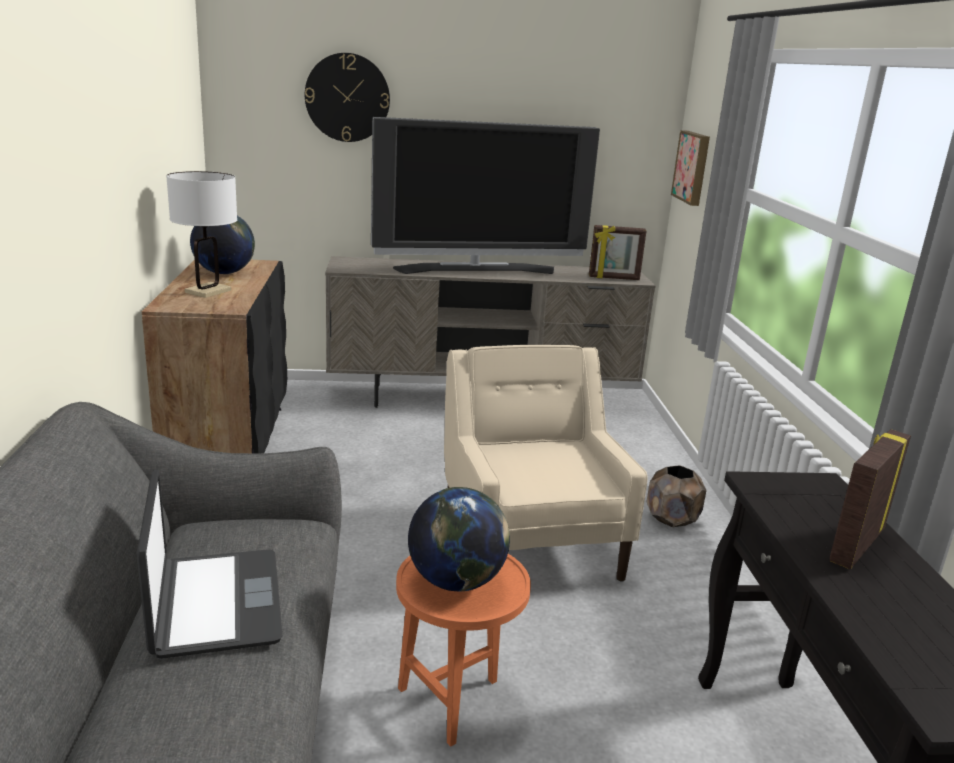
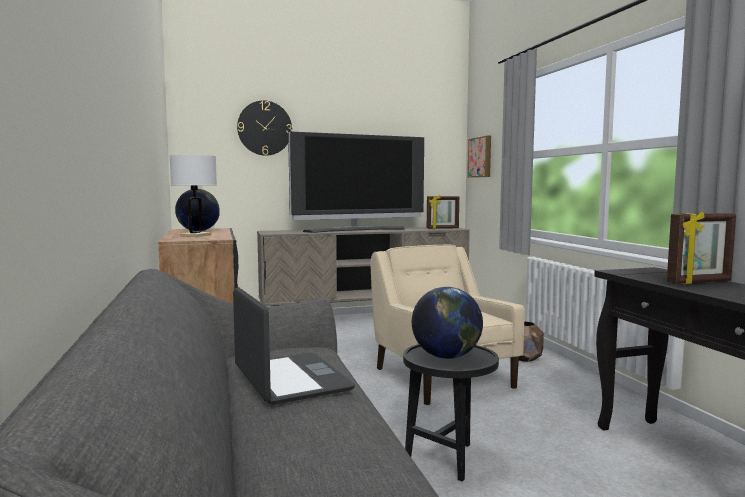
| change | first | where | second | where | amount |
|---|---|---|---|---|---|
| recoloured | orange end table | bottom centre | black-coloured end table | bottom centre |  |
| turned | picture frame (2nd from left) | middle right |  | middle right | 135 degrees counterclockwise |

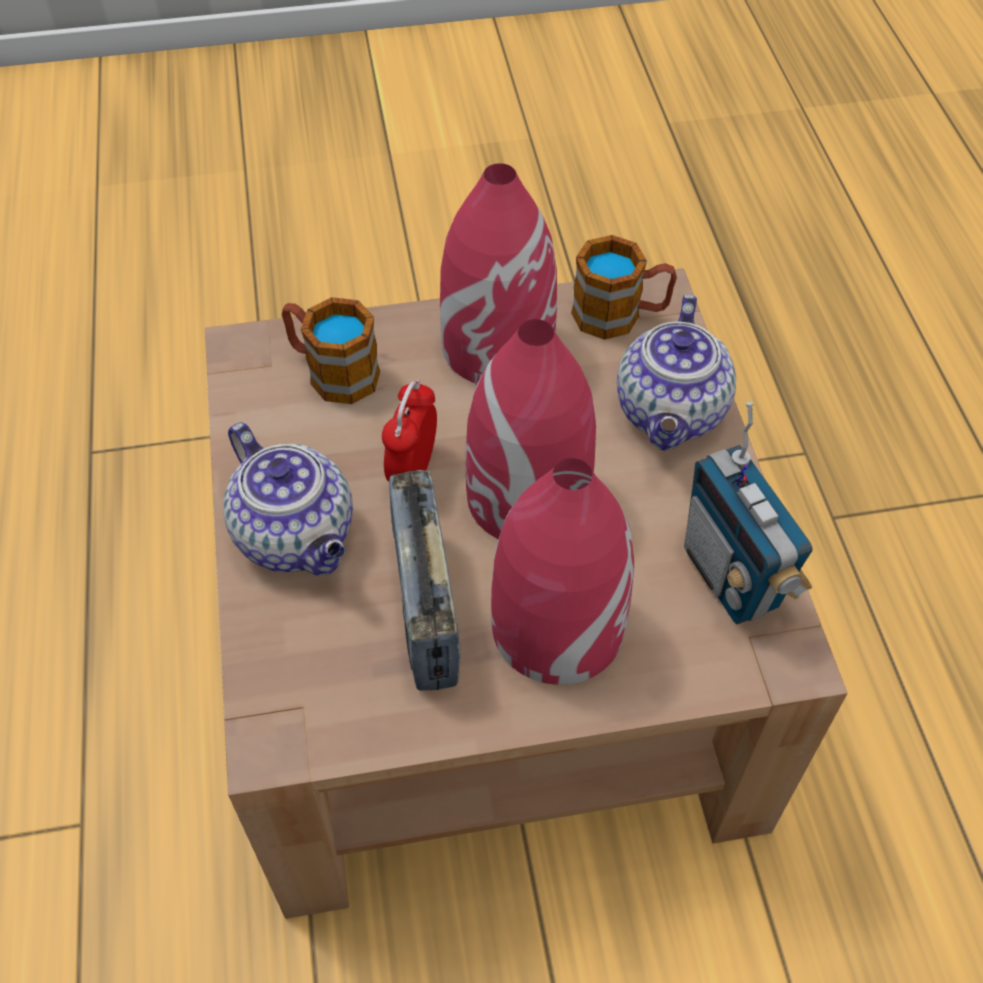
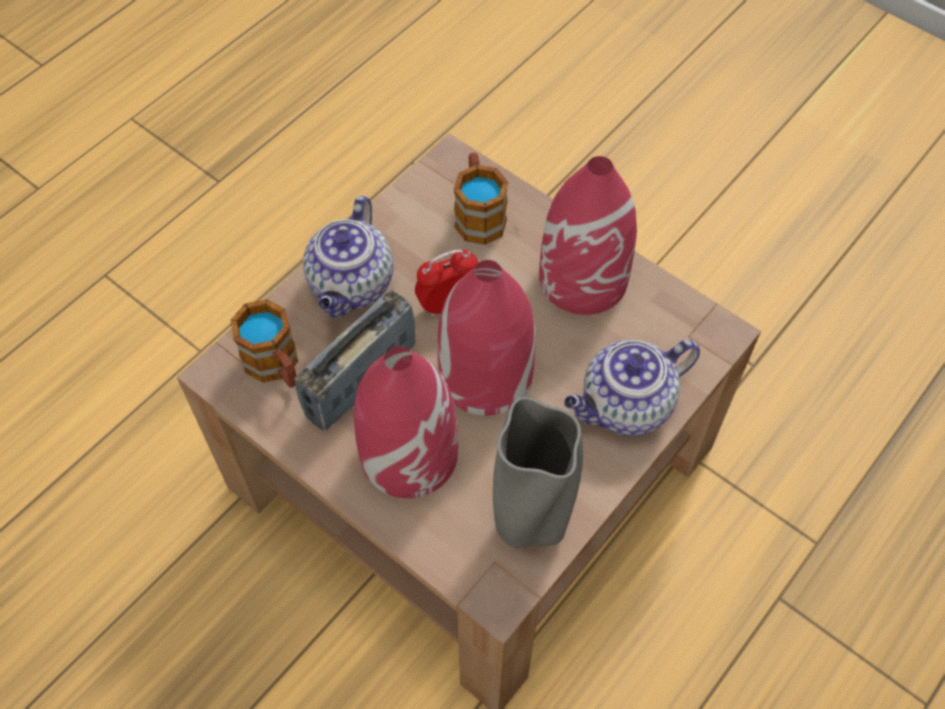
| change | first | where | second | where | amount |
|---|---|---|---|---|---|
| moved | mug (2nd from left in the first image) | top centre | mug (1st from left) | middle left |  |
| replaced | radio receiver (2nd from left) | middle right | grey decorative vase | centre |  |

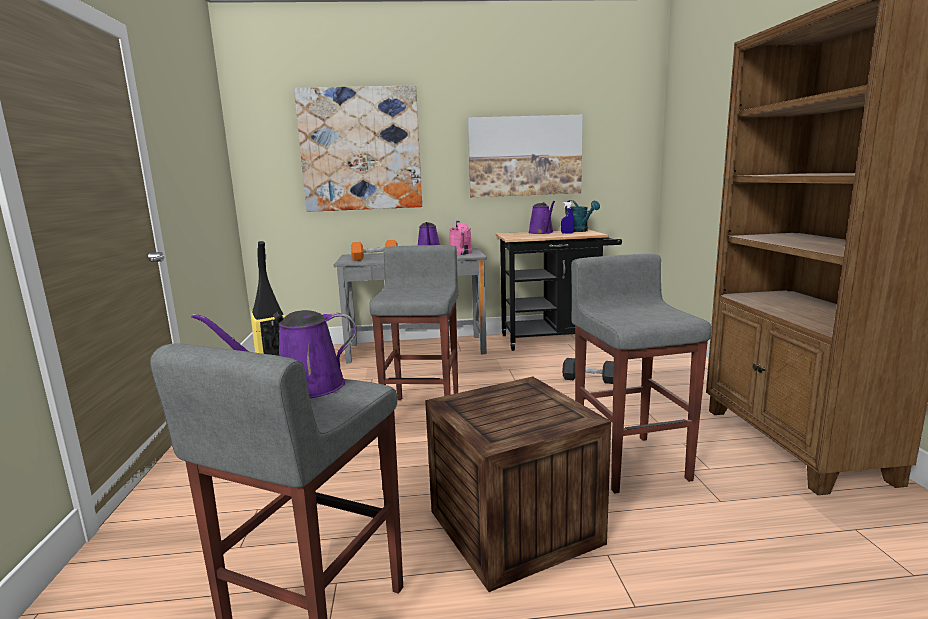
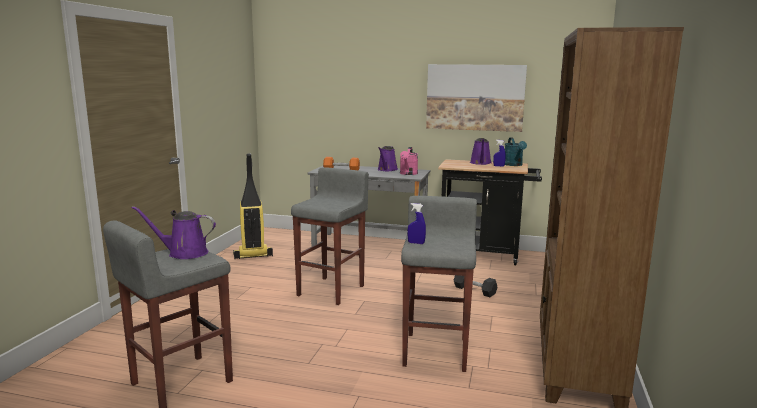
| change | first | where | second | where | amount |
|---|---|---|---|---|---|
| added |  |  | blue sprayer (1st from left) | centre |  |
| removed | wall picture (1st from left) | top centre |  |  |  |
| removed | packing crate | bottom centre |  |  |  |

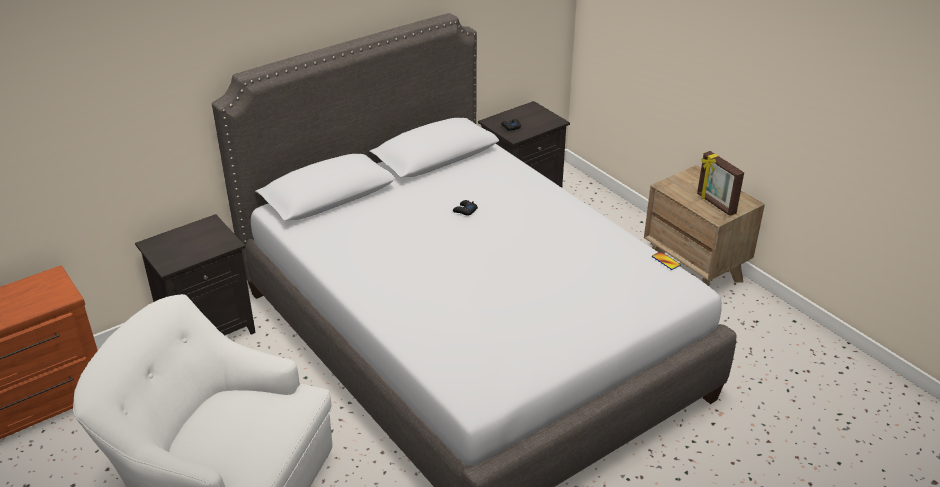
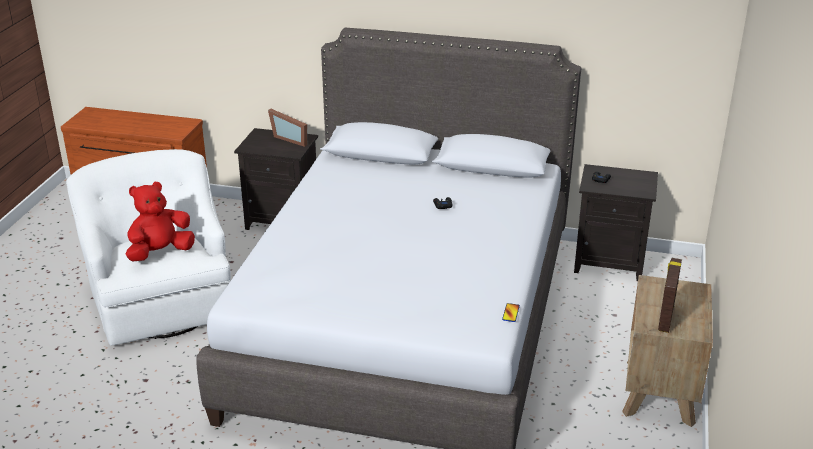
| change | first | where | second | where | amount |
|---|---|---|---|---|---|
| added |  |  | red soft toy | middle left |  |
| added |  |  | picture frame (1st from left) | top centre |  |

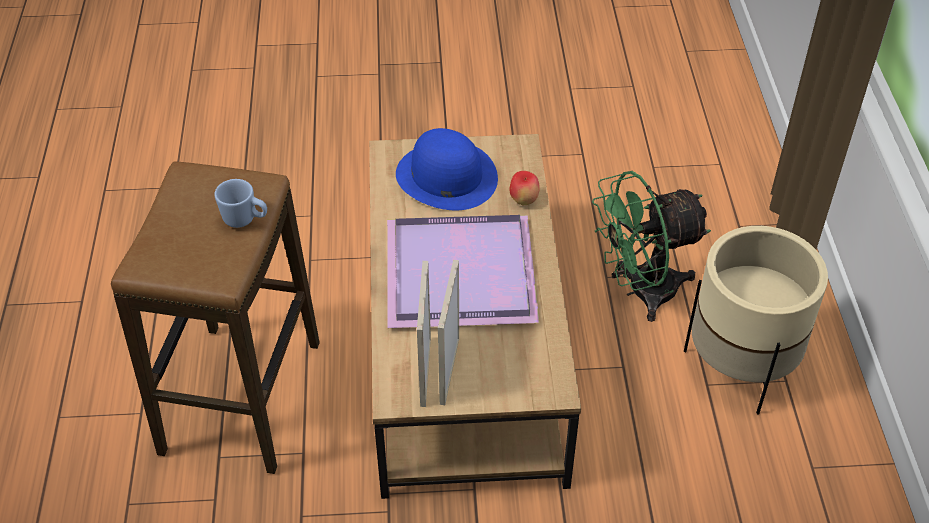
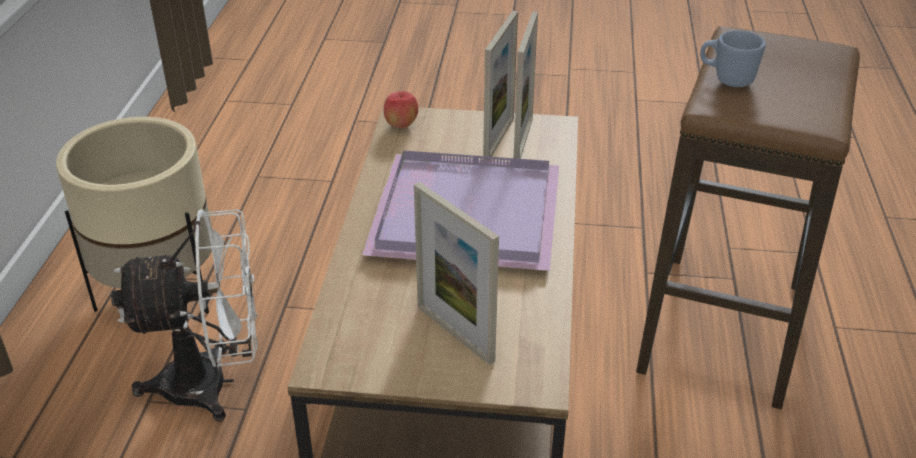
| change | first | where | second | where | amount |
|---|---|---|---|---|---|
| recoloured | green-coloured cooling fan | middle right | white-coloured cooling fan | bottom left |  |
| moved | apple fruit | centre |  | top centre |  |
| replaced | blue hat | top centre | picture frame (1st from left) | centre |  |

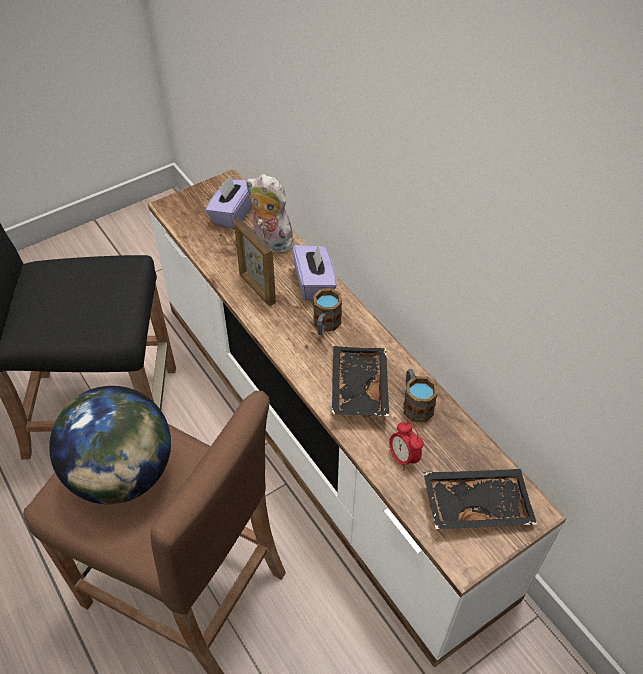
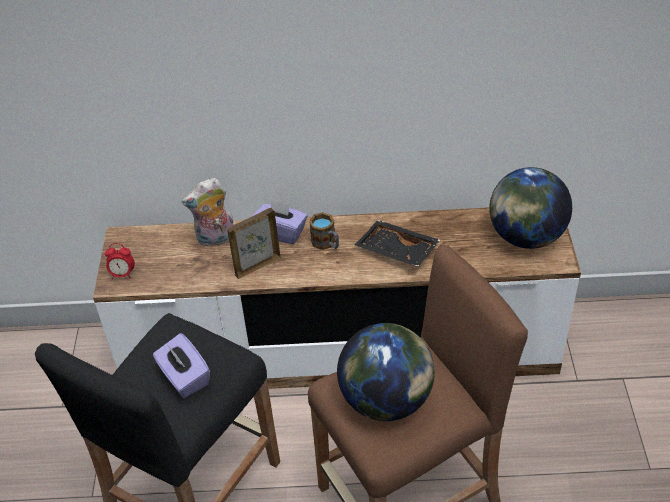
| change | first | where | second | where | amount |
|---|---|---|---|---|---|
| moved | table clock | centre |  | middle left |  |
| moved | purple box of tissues (1st from left) | top centre |  | bottom left |  |
| turned | picture frame | centre |  | centre | 150 degrees clockwise |
| replaced | black-coloured tray (2nd from left) | bottom right | world globe (2nd from left) | middle right |  |
| removed | mug (2nd from left) | centre |  |  |  |

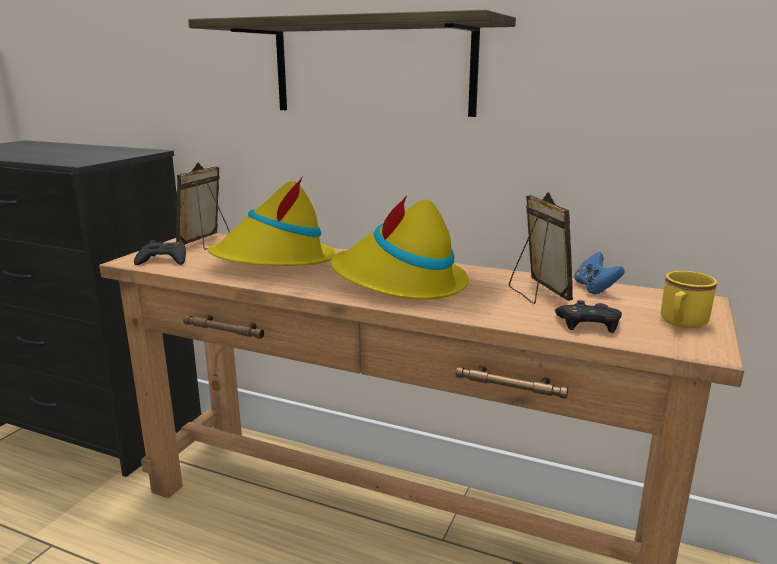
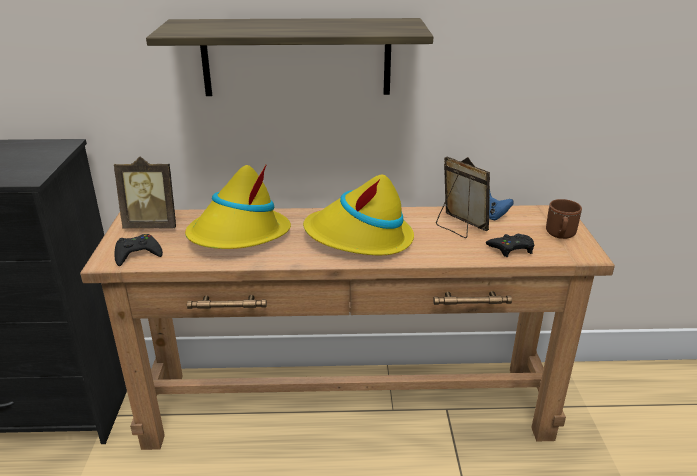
| change | first | where | second | where | amount |
|---|---|---|---|---|---|
| turned | picture frame (1st from left) | middle left |  | middle left | 90 degrees counterclockwise |
| recoloured | yellow mug | middle right | brownish mug | middle right |  |

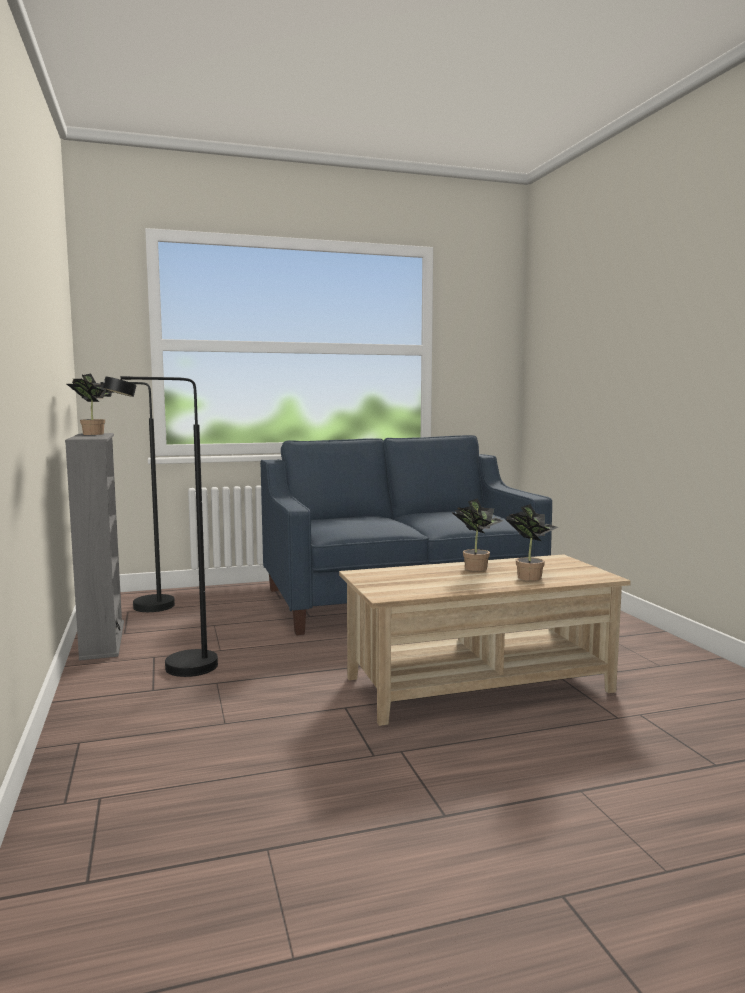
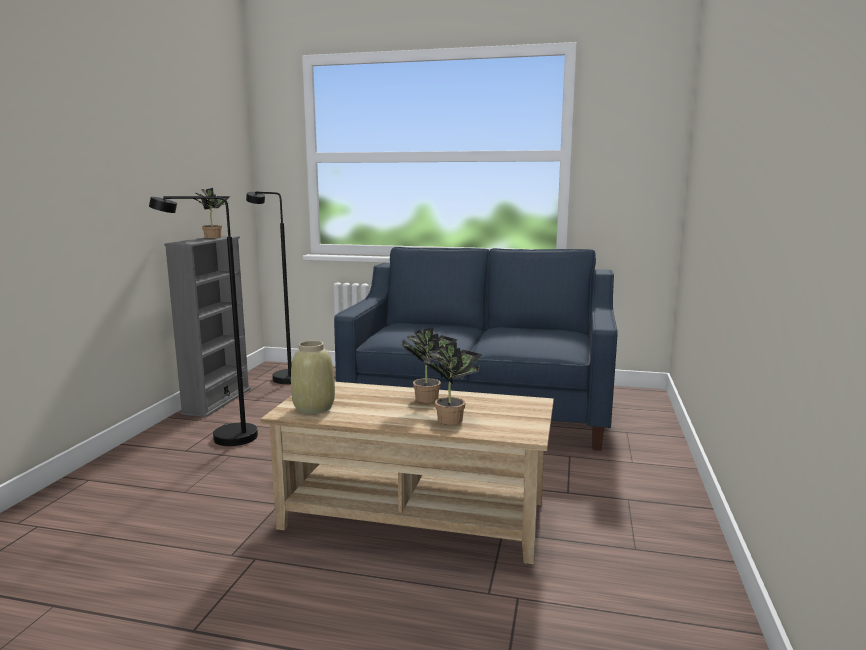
| change | first | where | second | where | amount |
|---|---|---|---|---|---|
| added |  |  | beige decorative vase | centre |  |

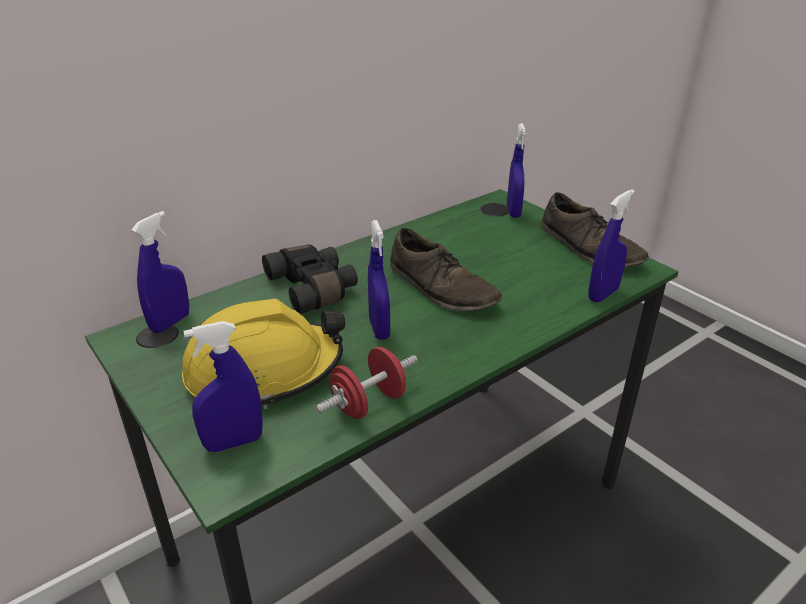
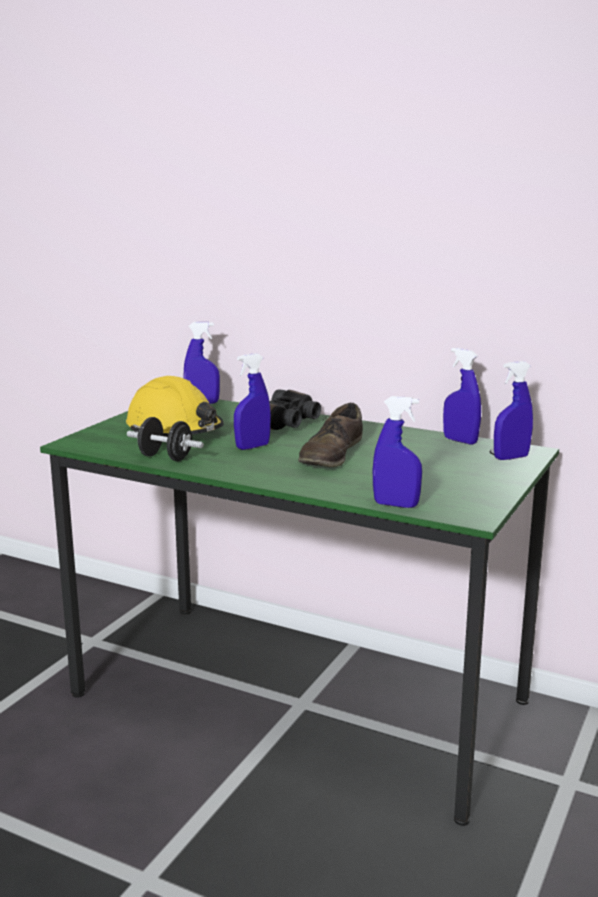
| change | first | where | second | where | amount |
|---|---|---|---|---|---|
| recoloured | red hand weight | centre | black-coloured hand weight | middle left |  |
| moved | blue sprayer (2nd from left in the first image) | middle left | blue sprayer (4th from left) | middle right |  |
| removed | brownish shoe (2nd from left) | middle right |  |  |  |

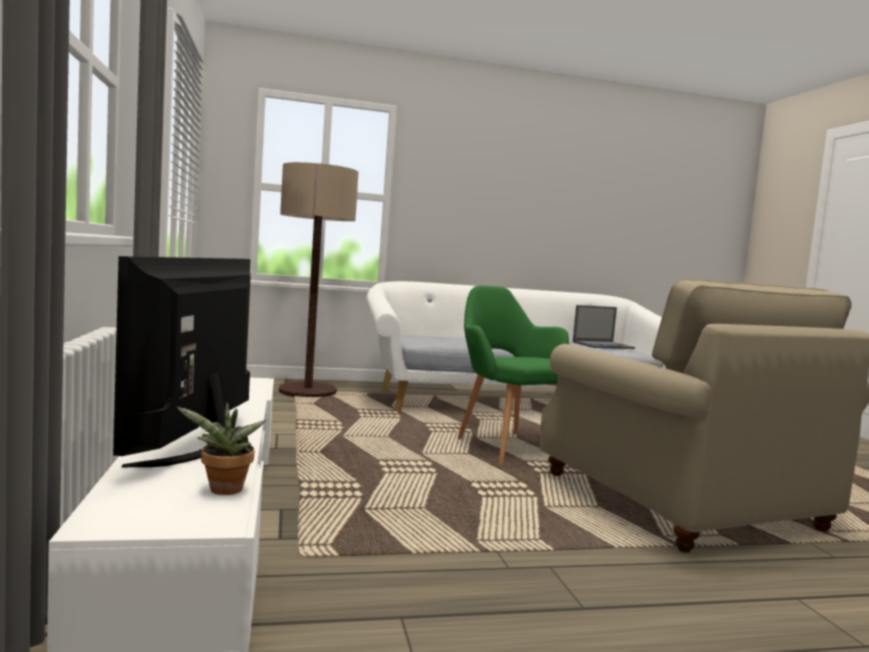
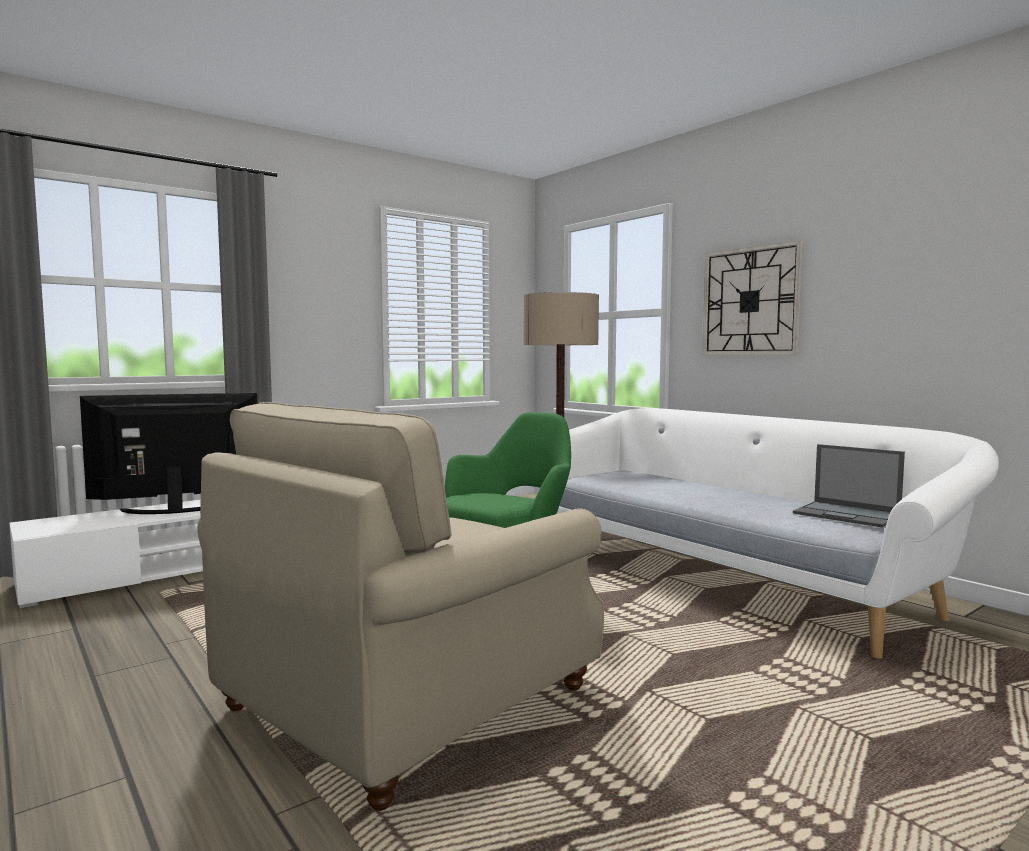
| change | first | where | second | where | amount |
|---|---|---|---|---|---|
| added |  |  | wall clock | middle right |  |
| removed | plant in a pot | bottom left |  |  |  |

